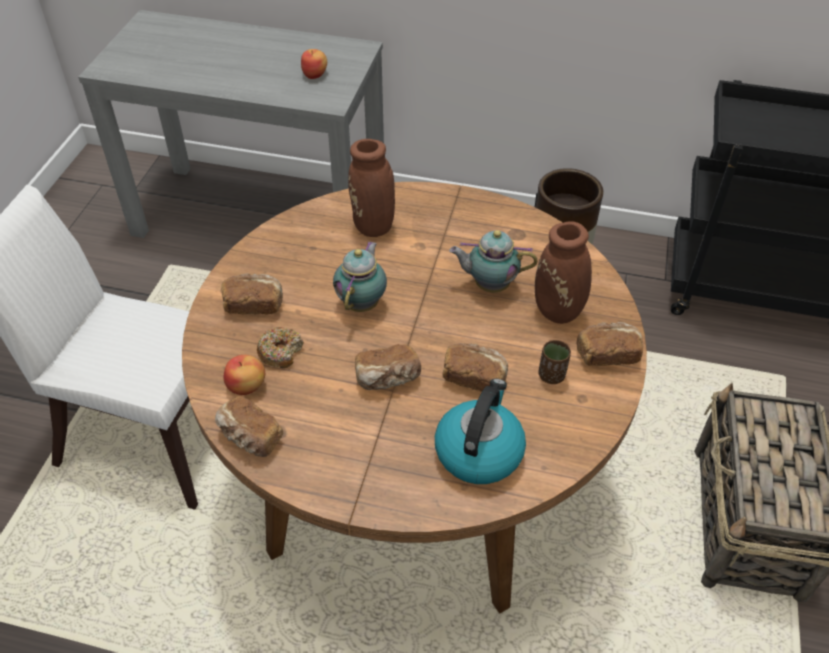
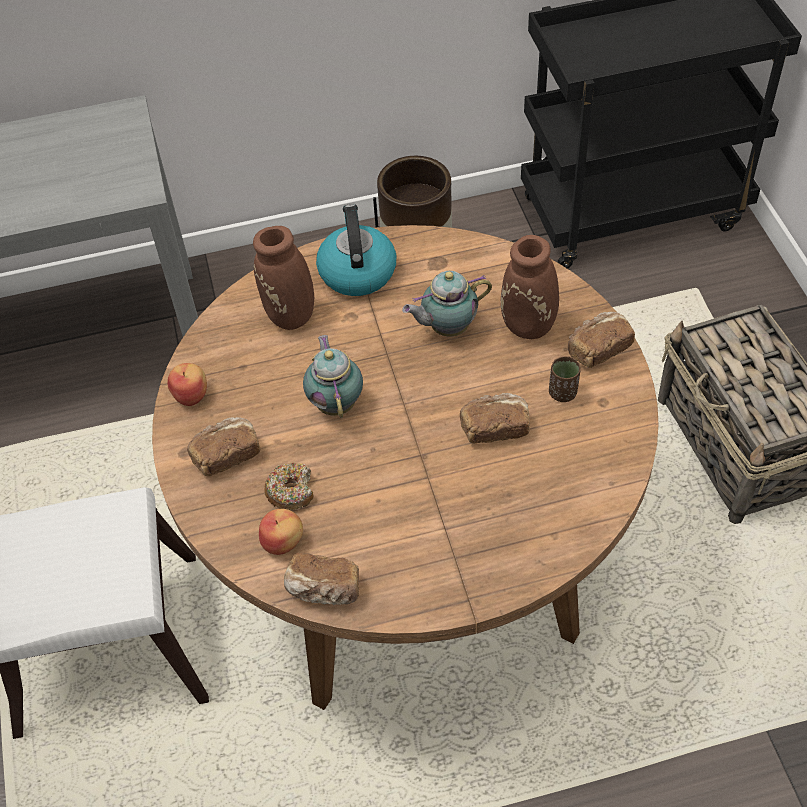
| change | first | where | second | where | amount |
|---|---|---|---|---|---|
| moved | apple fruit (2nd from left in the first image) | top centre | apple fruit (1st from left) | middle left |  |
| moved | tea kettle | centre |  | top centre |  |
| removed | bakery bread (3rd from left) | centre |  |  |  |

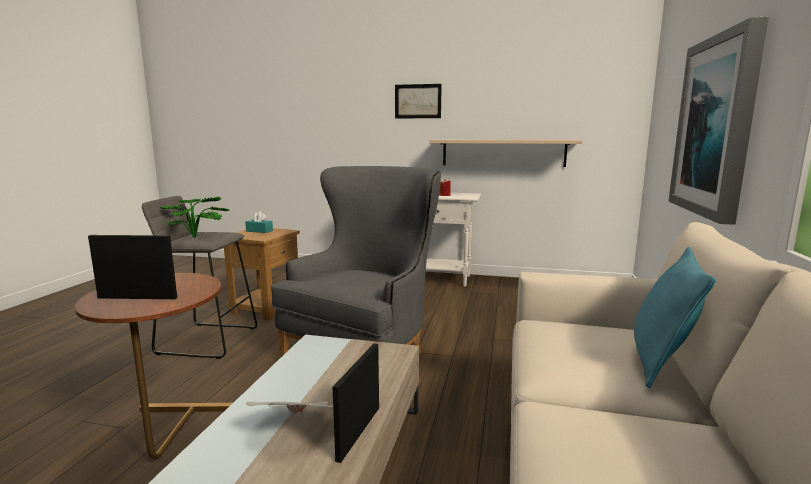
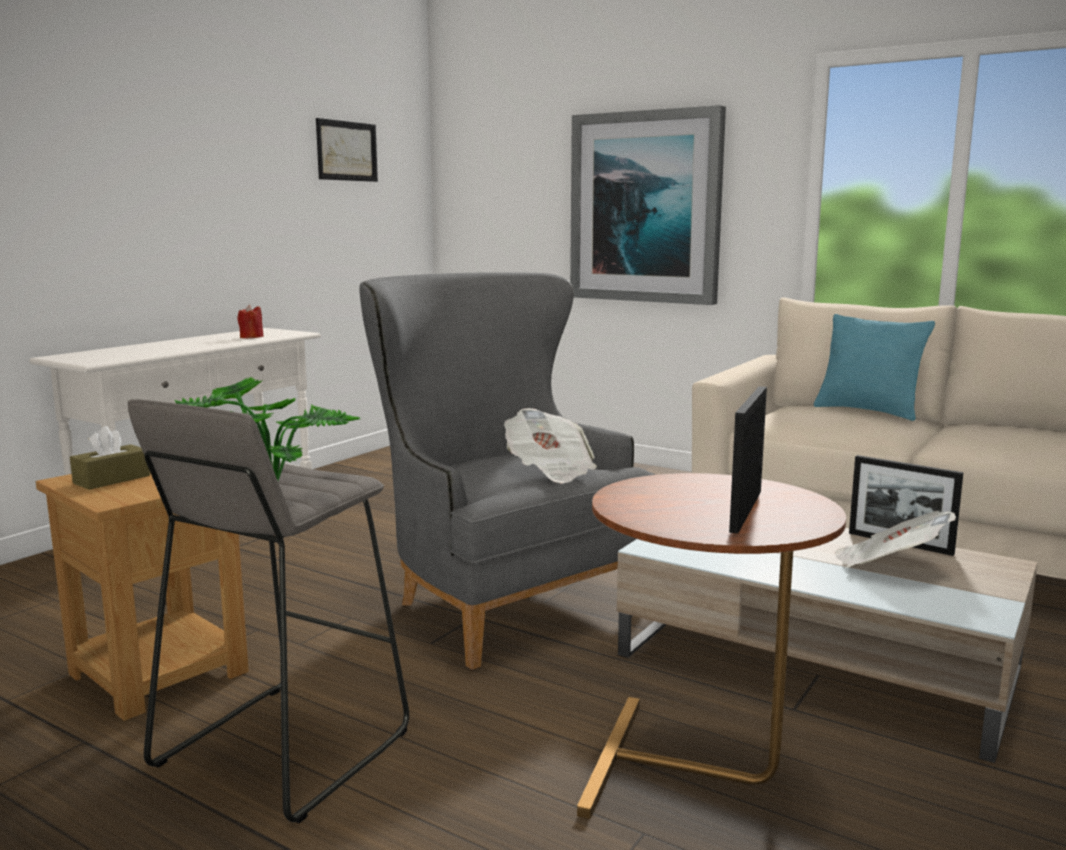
| change | first | where | second | where | amount |
|---|---|---|---|---|---|
| recoloured | turquoise box of tissues | middle left | brownish box of tissues | middle left |  |
| moved | wall picture (1st from left) | top centre |  | top left |  |
| added |  |  | newspaper (1st from left) | centre |  |
| removed | beige wall shelf | top centre |  |  |  |

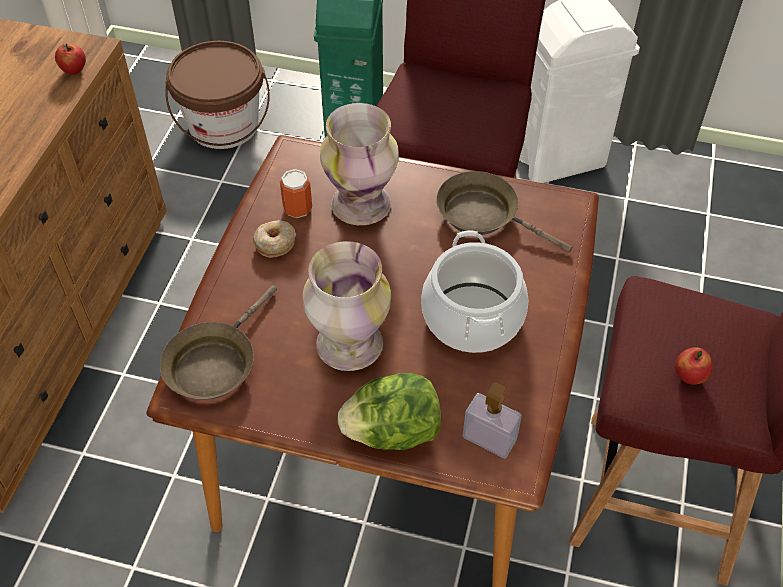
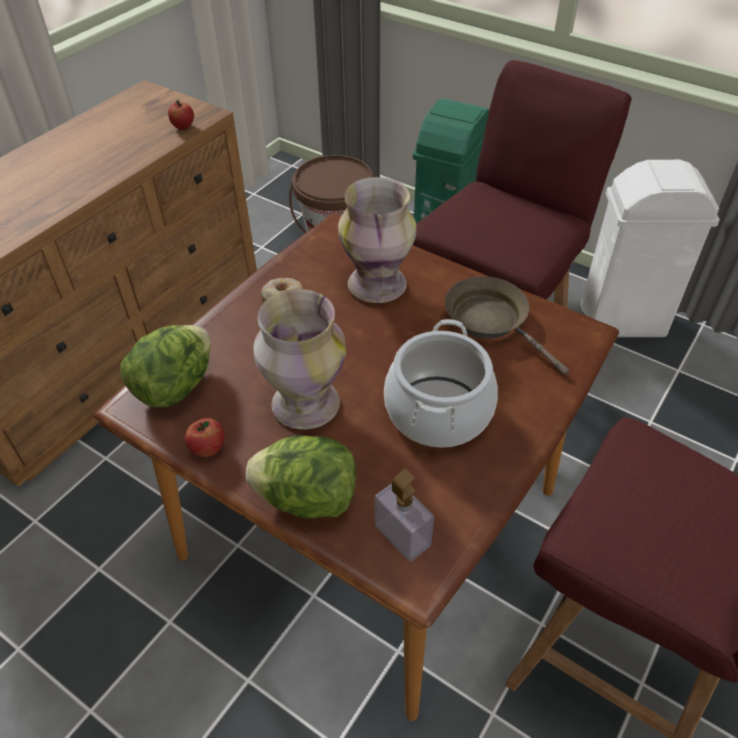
| change | first | where | second | where | amount |
|---|---|---|---|---|---|
| replaced | brownish frying pan (1st from left) | middle left | lettuce (1st from left) | middle left |  |
| moved | apple fruit (2nd from left) | middle right |  | middle left |  |
| removed | sealed can | top centre |  |  |  |

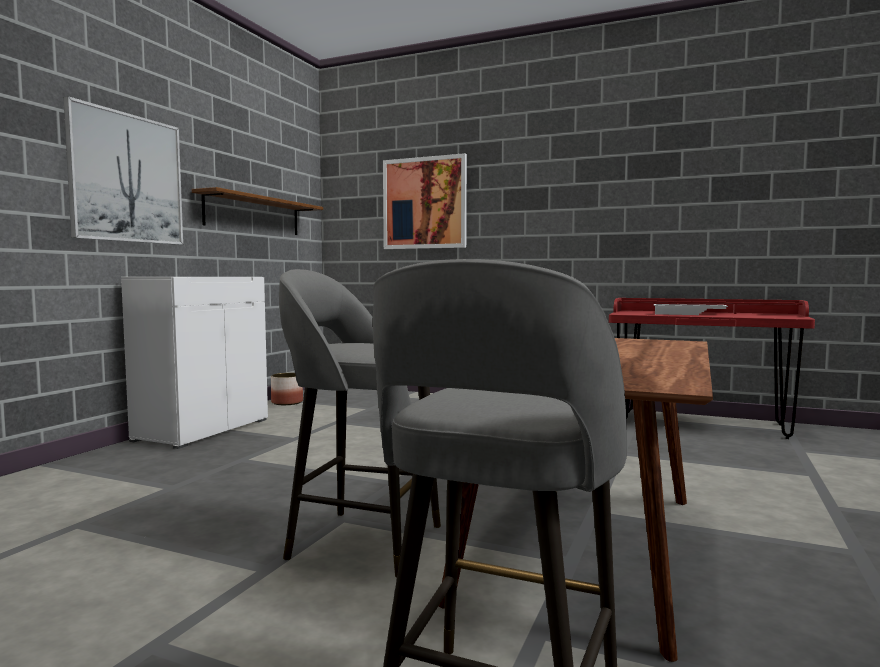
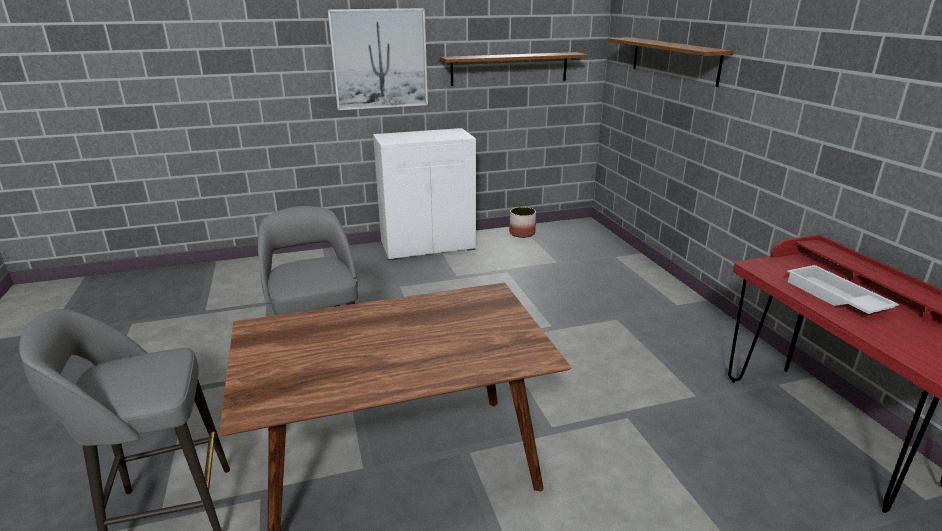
| change | first | where | second | where | amount |
|---|---|---|---|---|---|
| replaced | wall picture (2nd from left) | top centre | wall shelf (2nd from left) | top right |  |

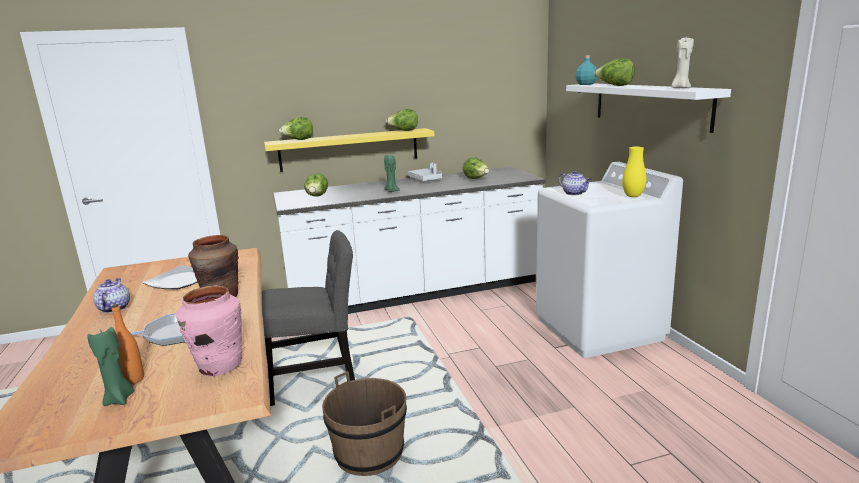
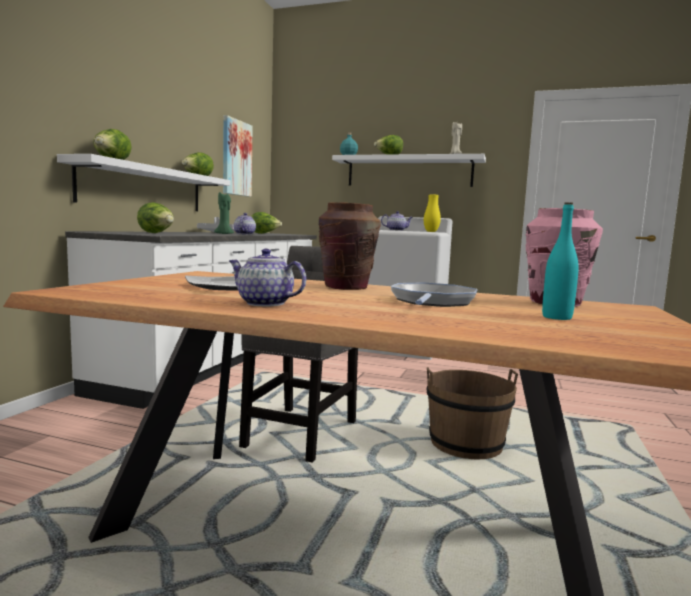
| change | first | where | second | where | amount |
|---|---|---|---|---|---|
| recoloured | yellow wall shelf | top centre | white-coloured wall shelf (1st from left) | top left |  |
| added |  |  | wall picture | top centre |  |
| added |  |  | pot for tea (1st from left) | centre |  |
| recoloured | orange drink bottle | bottom left | turquoise drink bottle (2nd from left) | middle right |  |
| removed | green-coloured candle (1st from left) | bottom left |  |  |  |

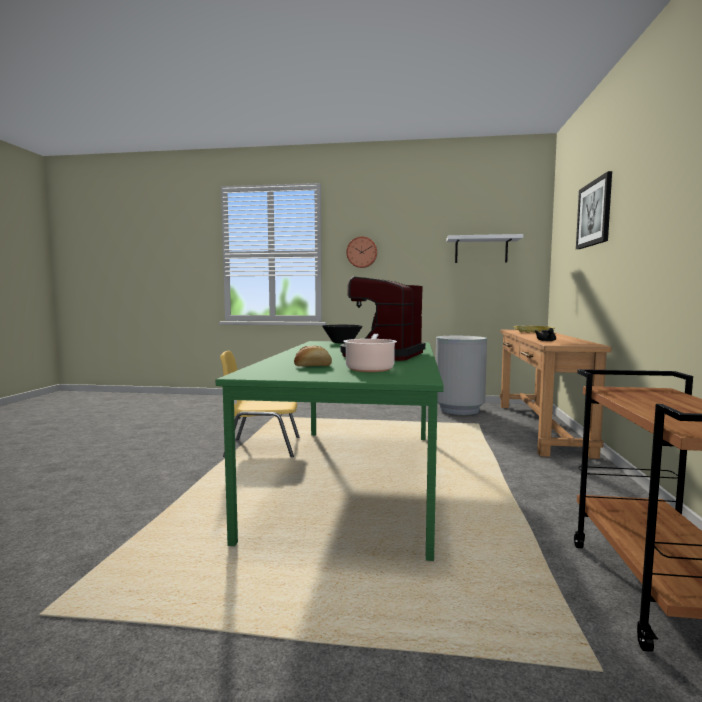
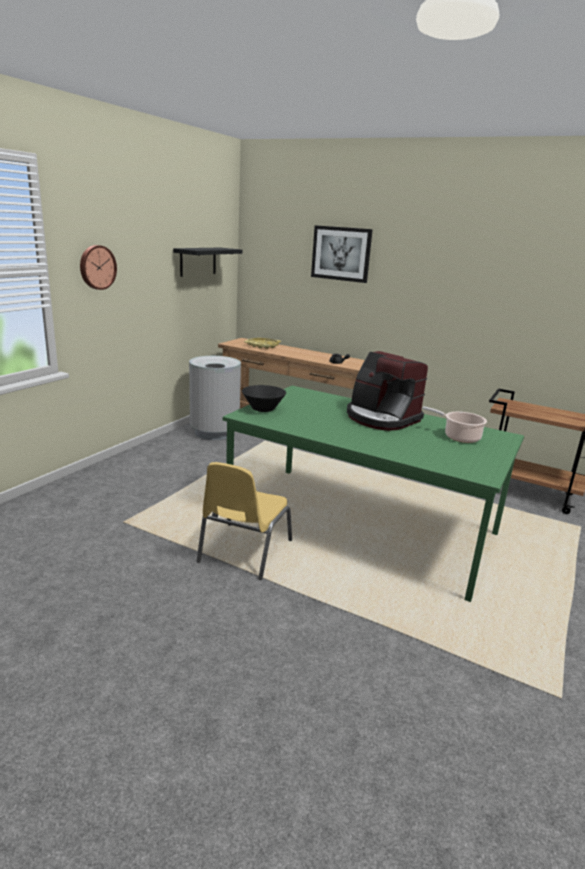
| change | first | where | second | where | amount |
|---|---|---|---|---|---|
| recoloured | white-coloured wall shelf | middle right | black-coloured wall shelf | top centre |  |
| removed | bakery bread | centre |  |  |  |

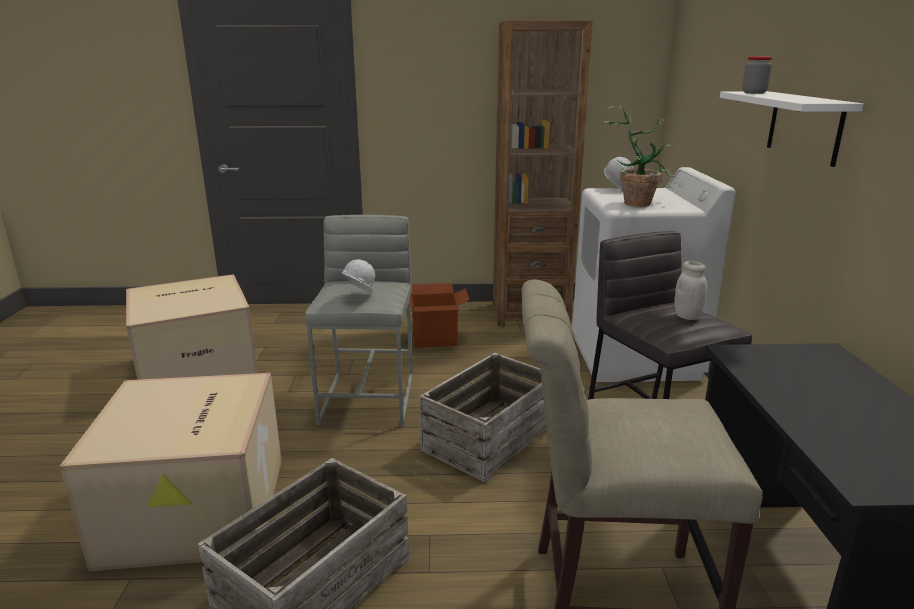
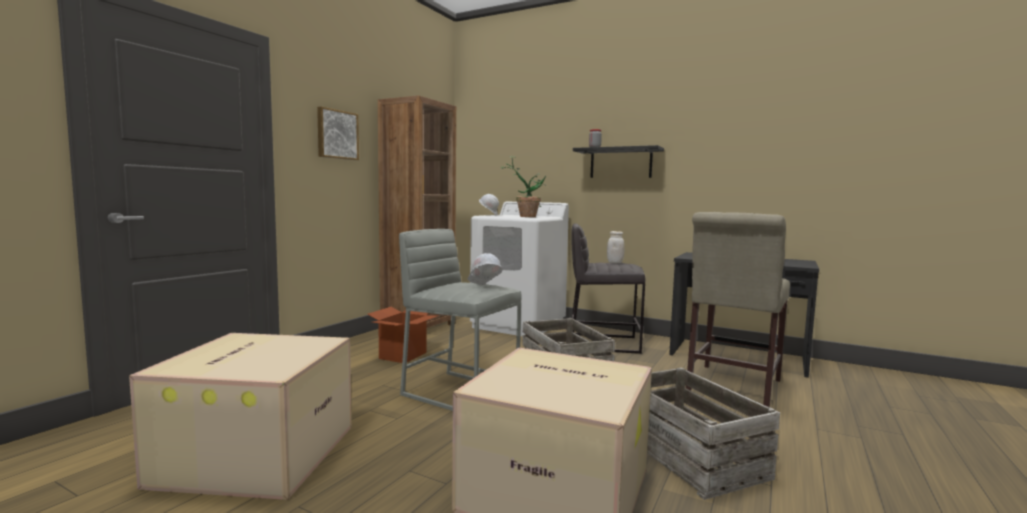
| change | first | where | second | where | amount |
|---|---|---|---|---|---|
| added |  |  | wall picture | top left |  |
| recoloured | white-coloured wall shelf | top right | black-coloured wall shelf | top centre |  |

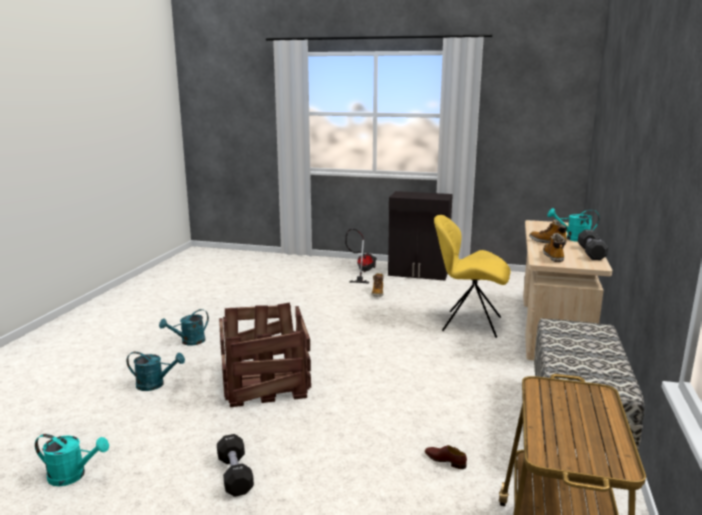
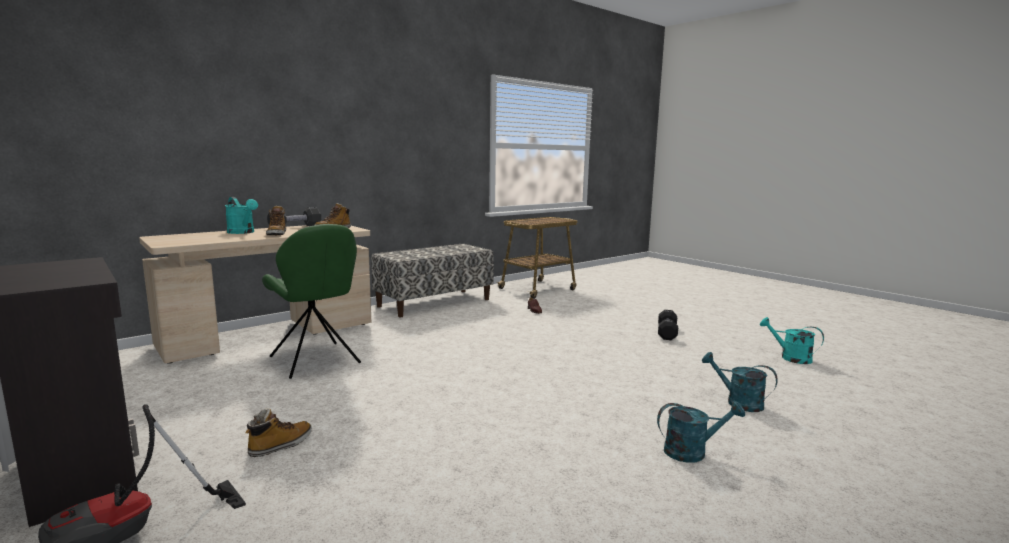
| change | first | where | second | where | amount |
|---|---|---|---|---|---|
| recoloured | yellow plain chair | middle right | green-coloured plain chair | middle left |  |
| removed | packing crate | bottom centre |  |  |  |

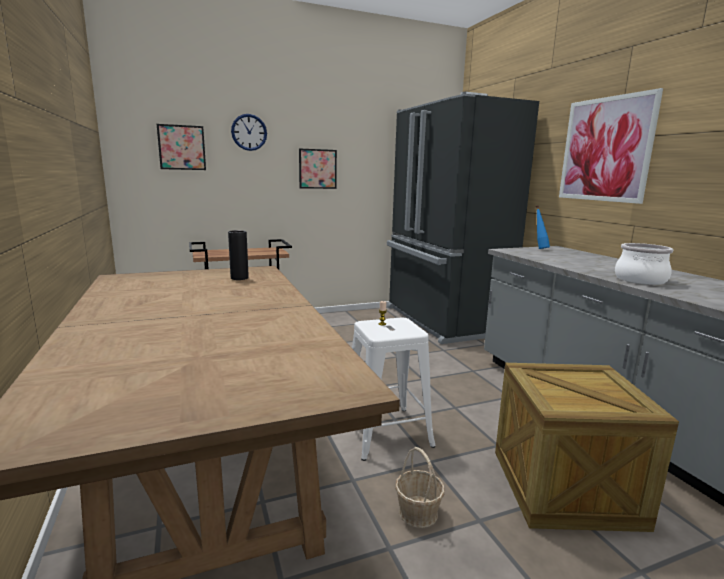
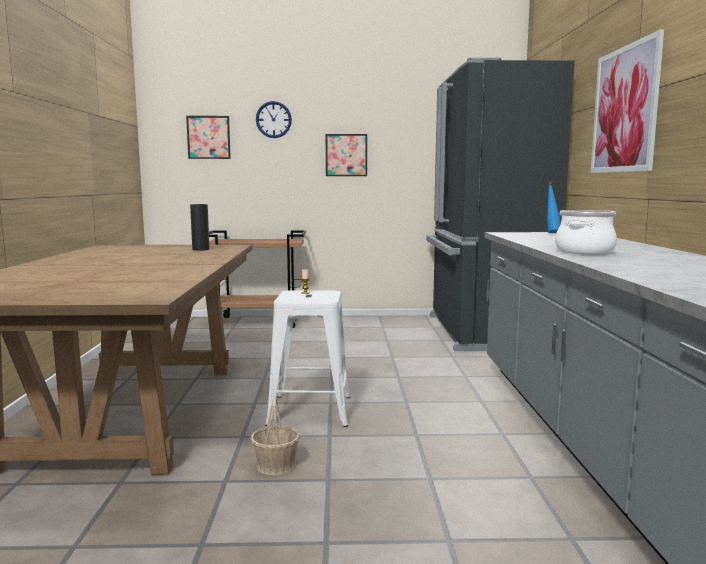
| change | first | where | second | where | amount |
|---|---|---|---|---|---|
| removed | packing crate | bottom right |  |  |  |

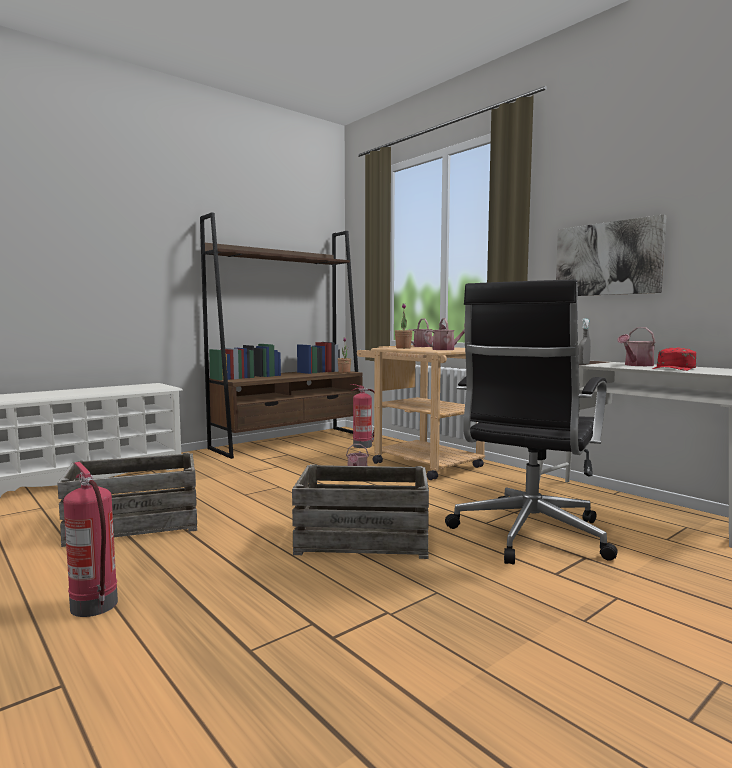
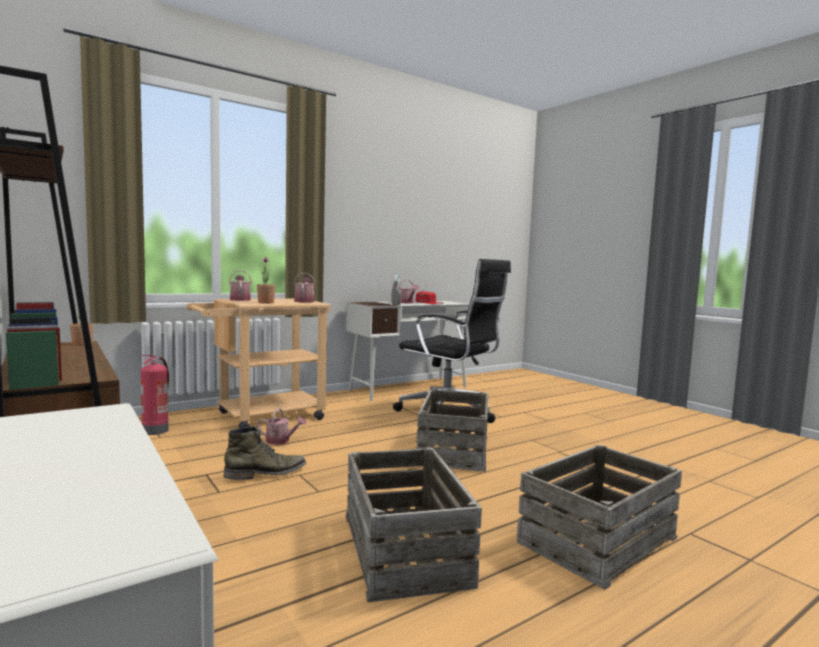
| change | first | where | second | where | amount |
|---|---|---|---|---|---|
| added |  |  | green-coloured boot | bottom left |  |
| replaced | fire extinguisher (1st from left) | bottom left | packing crate (3rd from left) | bottom right |  |
| removed | wall picture | top right |  |  |  |

